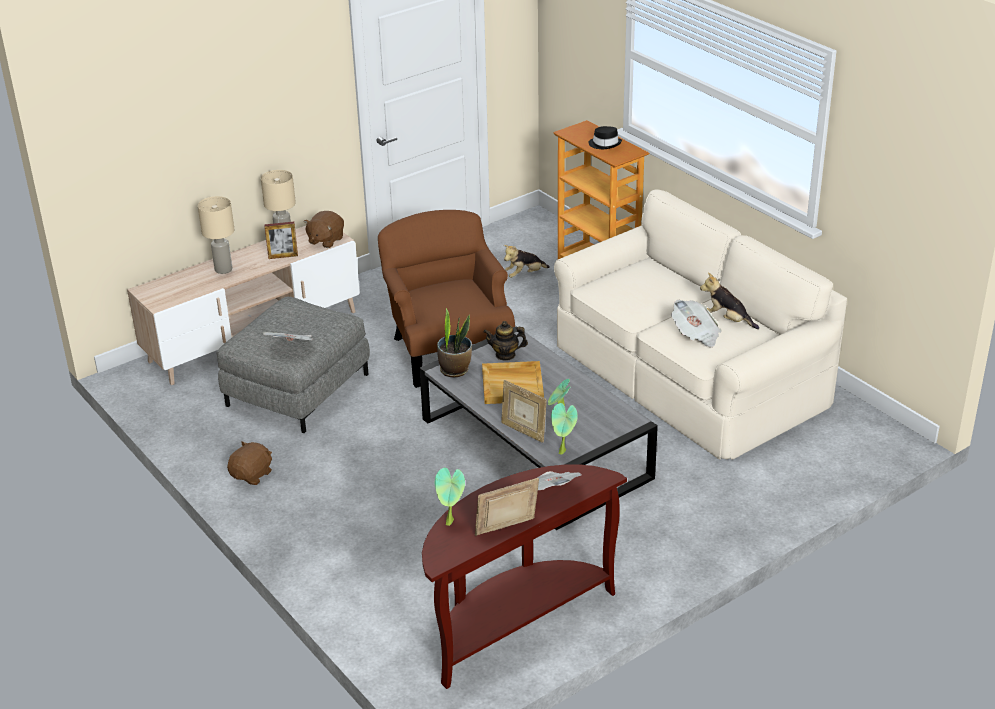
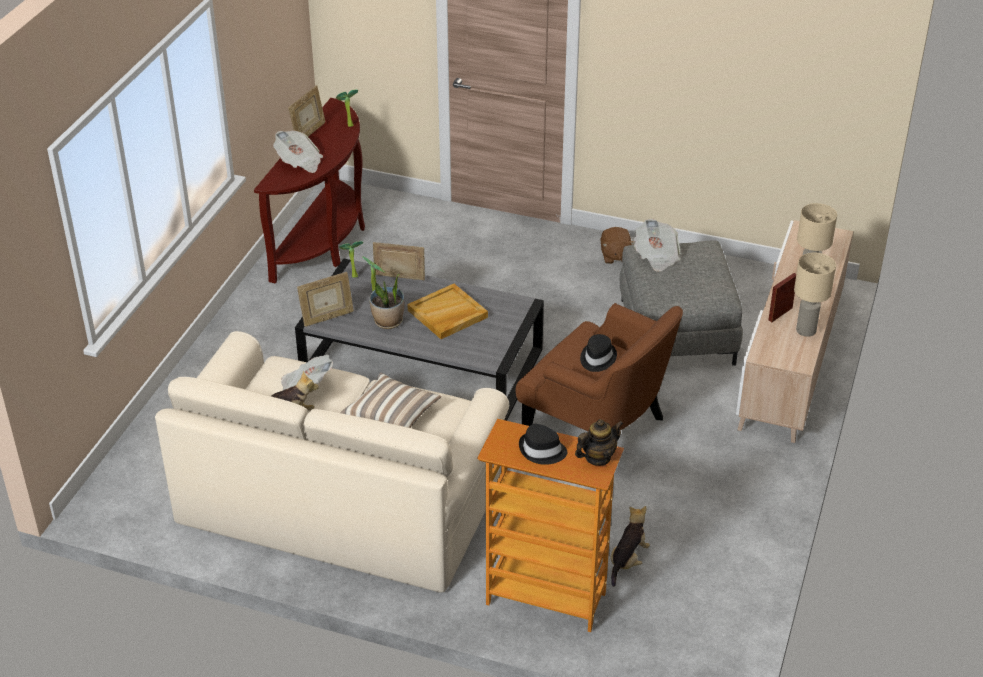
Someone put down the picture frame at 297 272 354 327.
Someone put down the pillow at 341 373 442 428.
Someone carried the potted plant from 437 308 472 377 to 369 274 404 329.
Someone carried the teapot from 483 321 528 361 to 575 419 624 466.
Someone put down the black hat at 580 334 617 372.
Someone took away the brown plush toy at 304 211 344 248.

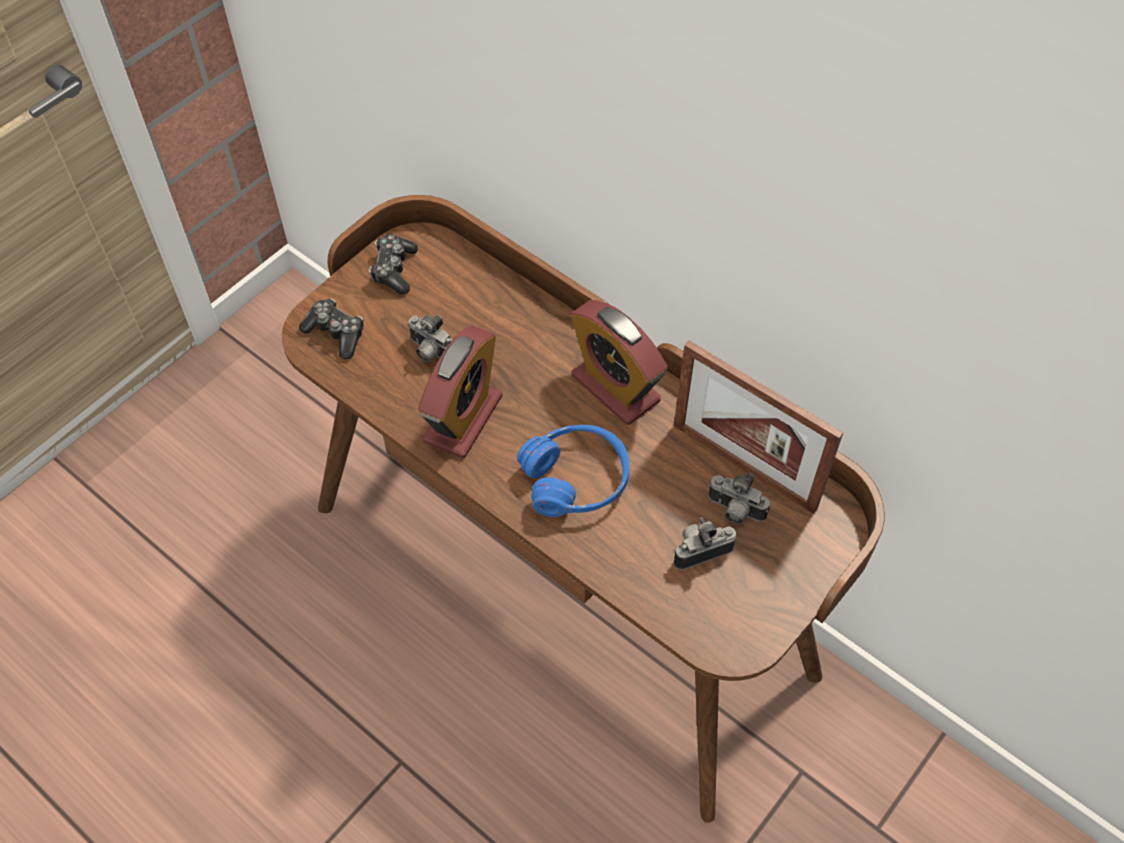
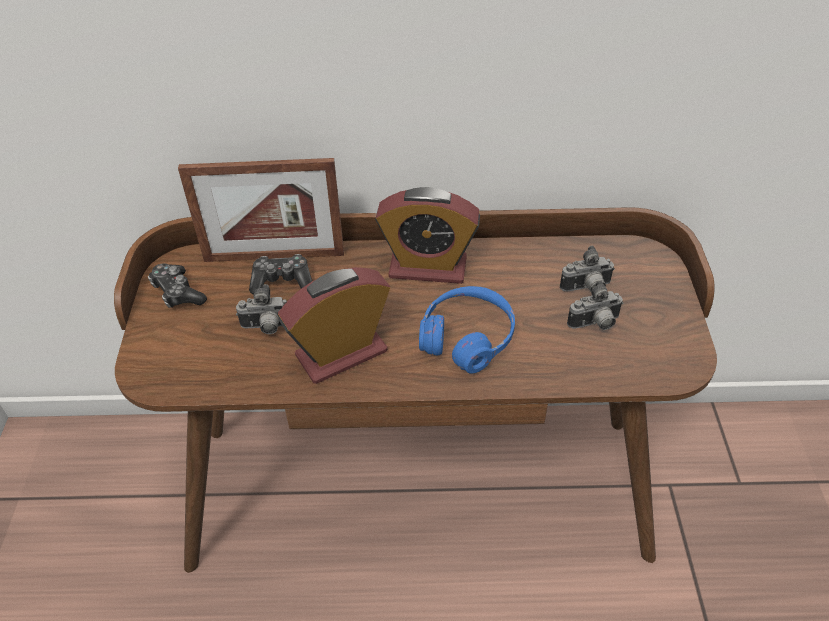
Someone carried the picture frame from 674 341 843 514 to 178 158 344 262.
Someone carried the game controller from 299 299 364 360 to 249 254 312 294.
Someone rotated the alarm clock at 418 325 502 458 by 105 degrees counterclockwise.
Someone rotated the photo camera at 674 517 736 570 by 135 degrees counterclockwise.

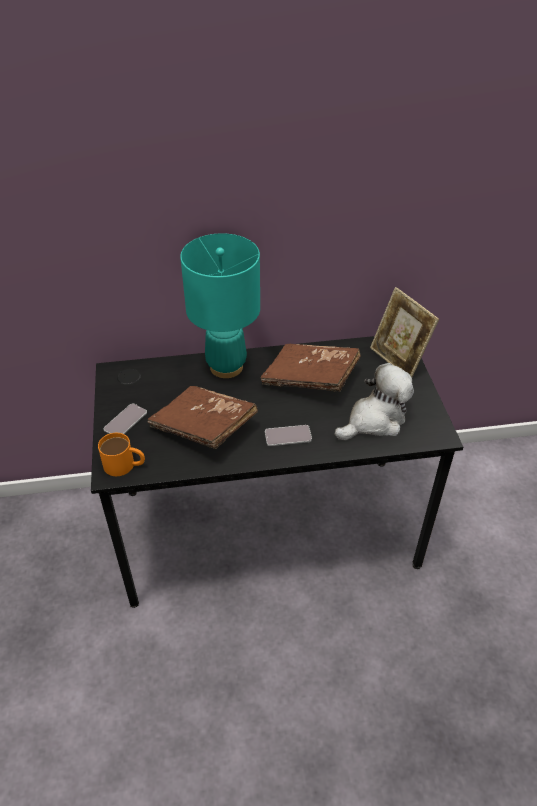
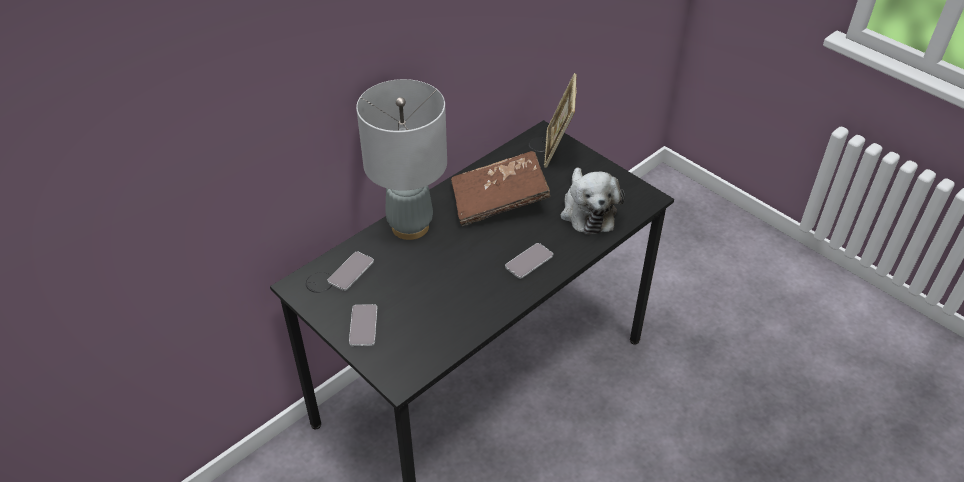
Someone put down the phone at 328 252 374 291.
Someone repainted the turquoise table lamp at 180 233 260 378, which became the grey table lamp at 356 79 447 240.
Someone rotated the picture frame at 370 287 439 377 by 75 degrees clockwise.
Someone rotated the plush toy at 334 363 414 440 by 150 degrees clockwise.
Someone took away the orange mug at 98 433 145 476.
Someone took away the brown book at 147 386 258 449.

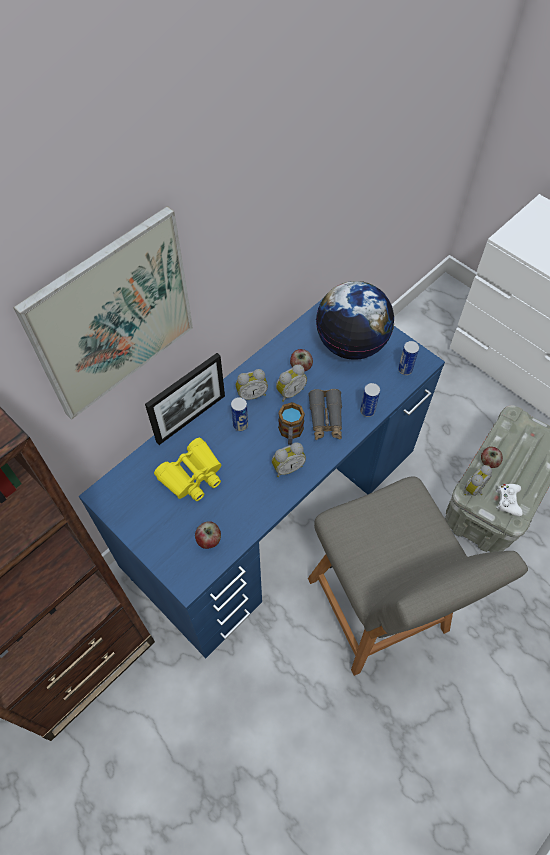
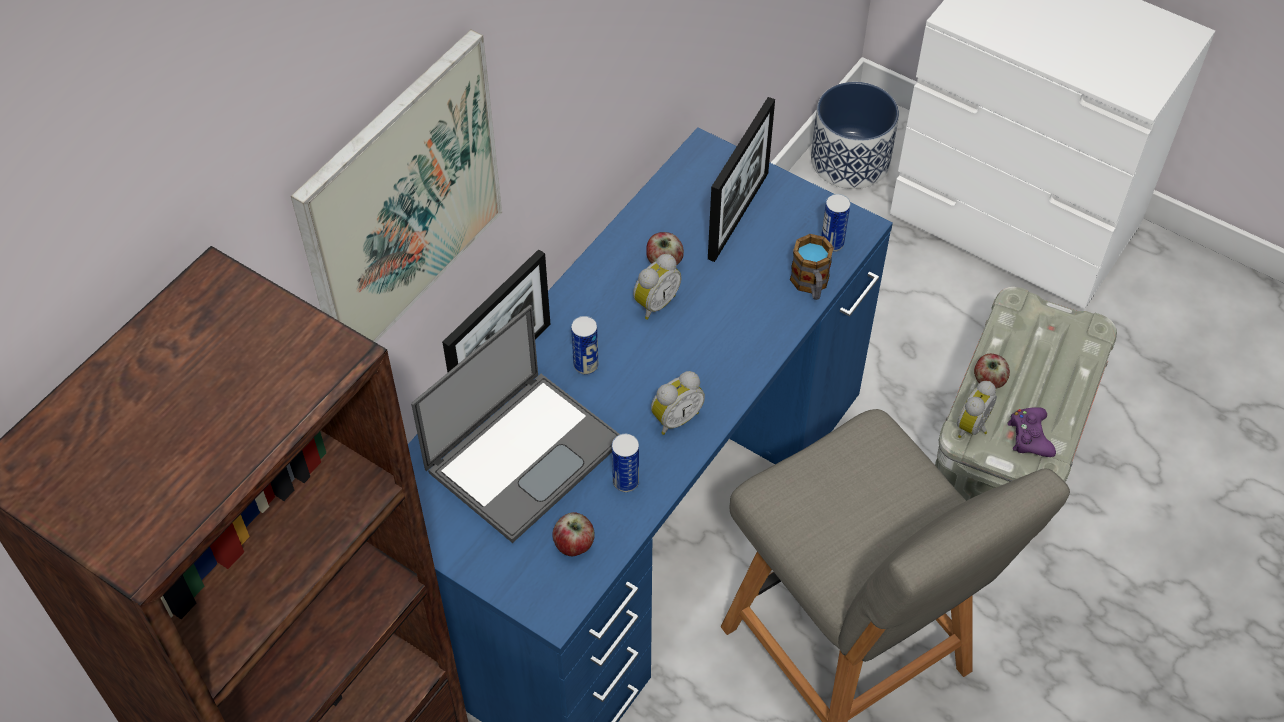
Someone swapped the yellow binoculars at 154 438 221 501 for the laptop at 411 305 620 543.
Someone carried the can from 360 383 380 417 to 612 434 639 492.
Someone swapped the globe at 316 281 394 360 for the picture frame at 708 97 775 262.
Someone carried the mug from 278 402 305 445 to 790 234 834 300.
Someone put down the planter at 811 82 899 189.
Someone repainted the white game controller at 496 484 523 516, which became the purple game controller at 1007 407 1056 457.
Someone took away the alarm clock at 236 369 268 400.
Someone took away the grey binoculars at 308 389 342 440.

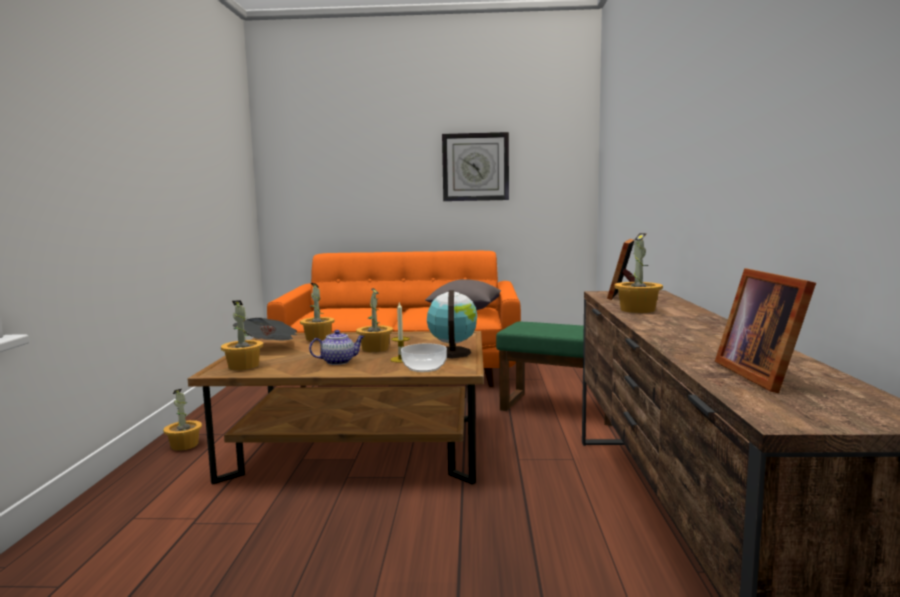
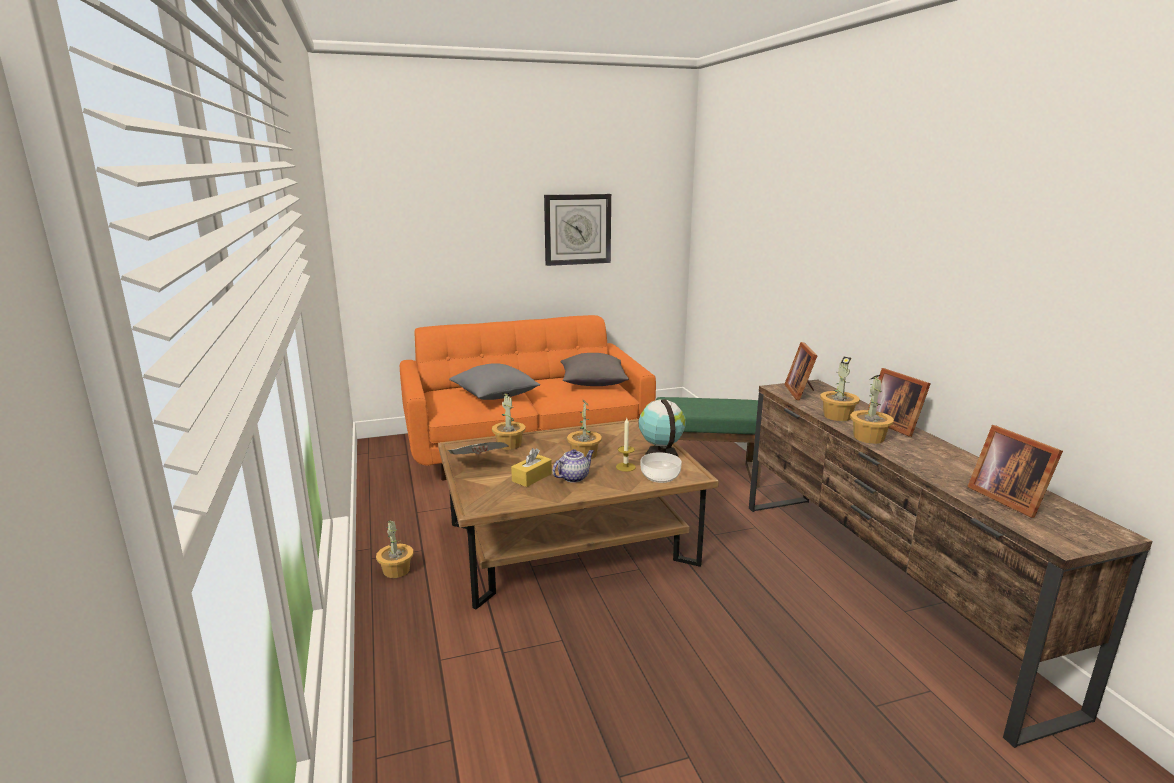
Someone put down the grey pillow at 449 363 540 400.
Someone put down the yellow tissue box at 511 448 552 487.
Someone carried the potted plant from 221 300 263 370 to 850 375 894 444.
Someone put down the picture frame at 868 368 931 437.

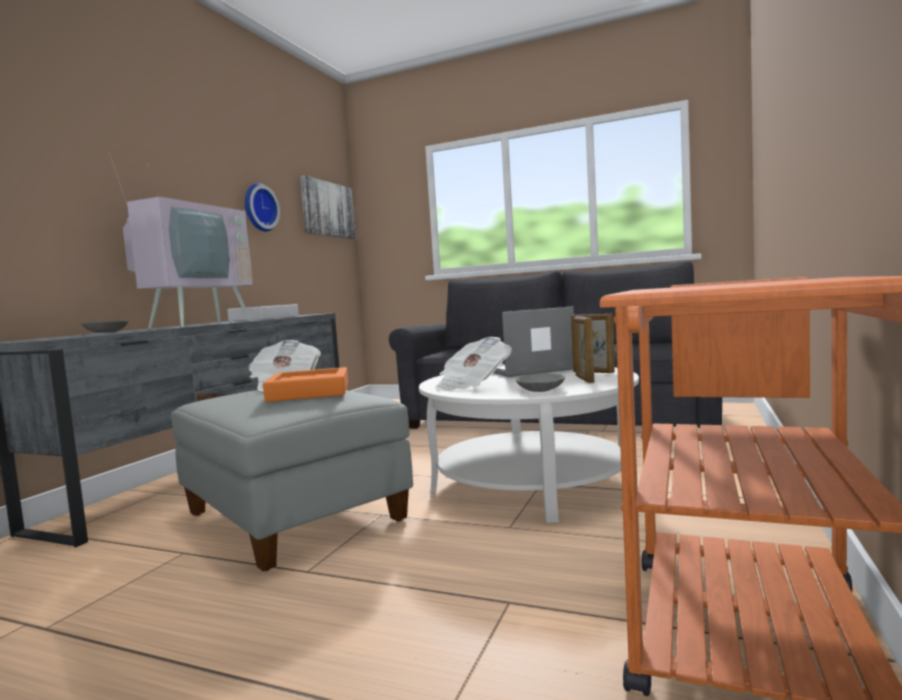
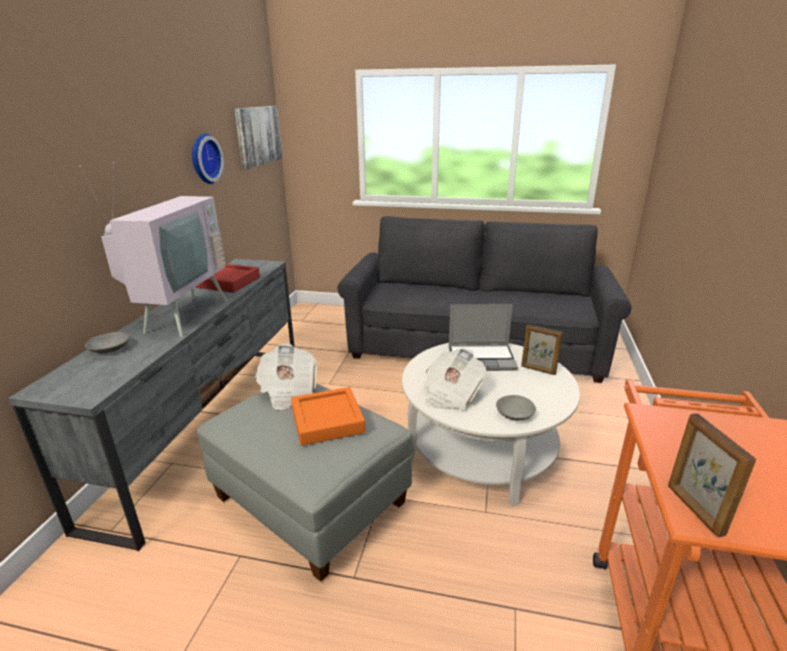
Someone repainted the grey tray at 227 304 299 321, which became the red tray at 196 264 260 293.
Someone rotated the laptop at 493 306 574 377 by 150 degrees counterclockwise.
Someone carried the picture frame from 573 316 594 383 to 668 413 756 537.

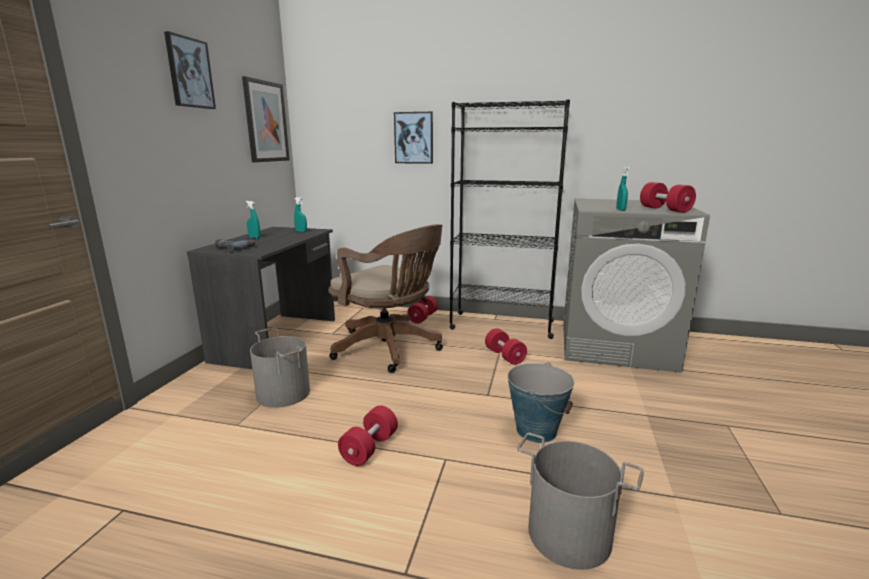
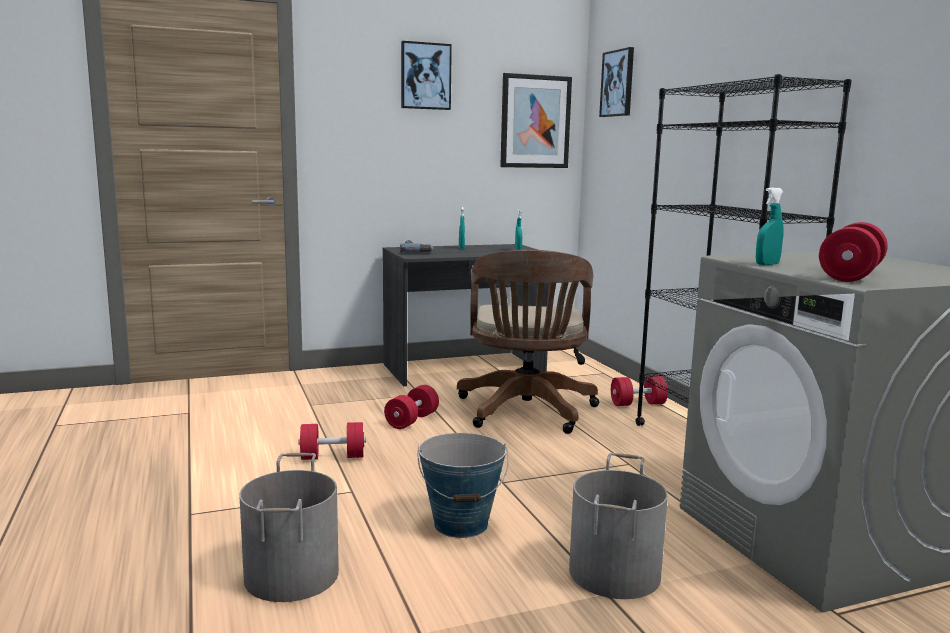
Someone carried the red dumbbell from 485 328 527 365 to 384 385 439 429.
Someone carried the grey bucket from 250 327 310 408 to 569 453 668 599.
Someone carried the picture from 394 112 433 164 to 599 47 634 117.

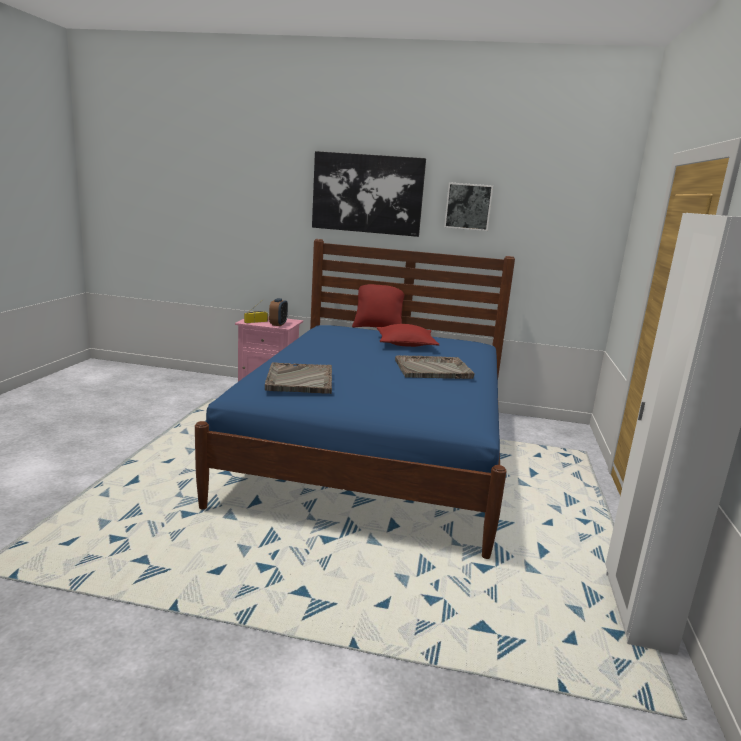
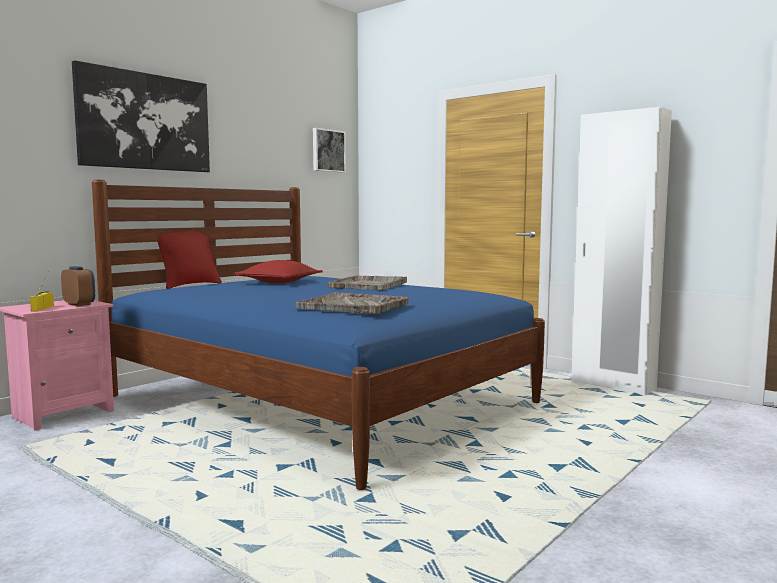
Someone carried the picture from 444 182 493 231 to 313 128 346 173.

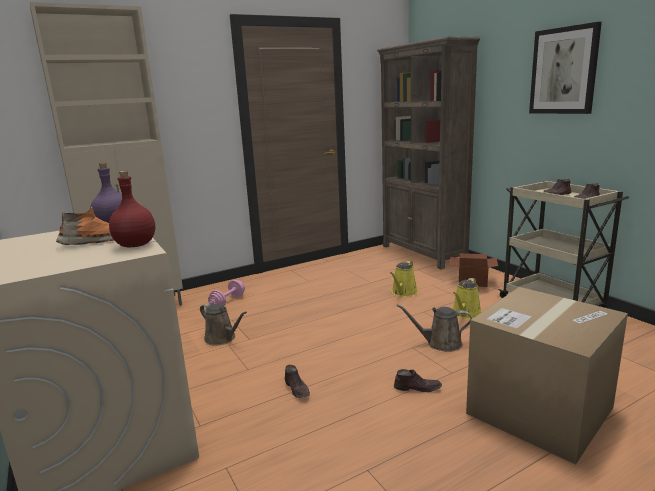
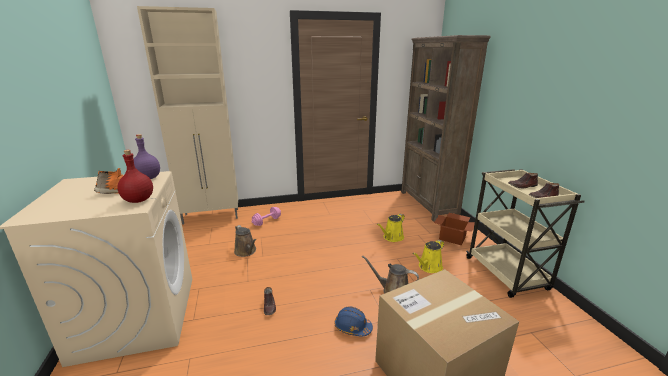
Someone swapped the brown shoe at 394 369 442 392 for the blue hard hat at 334 307 373 337.
Someone took away the picture at 529 22 602 114.

